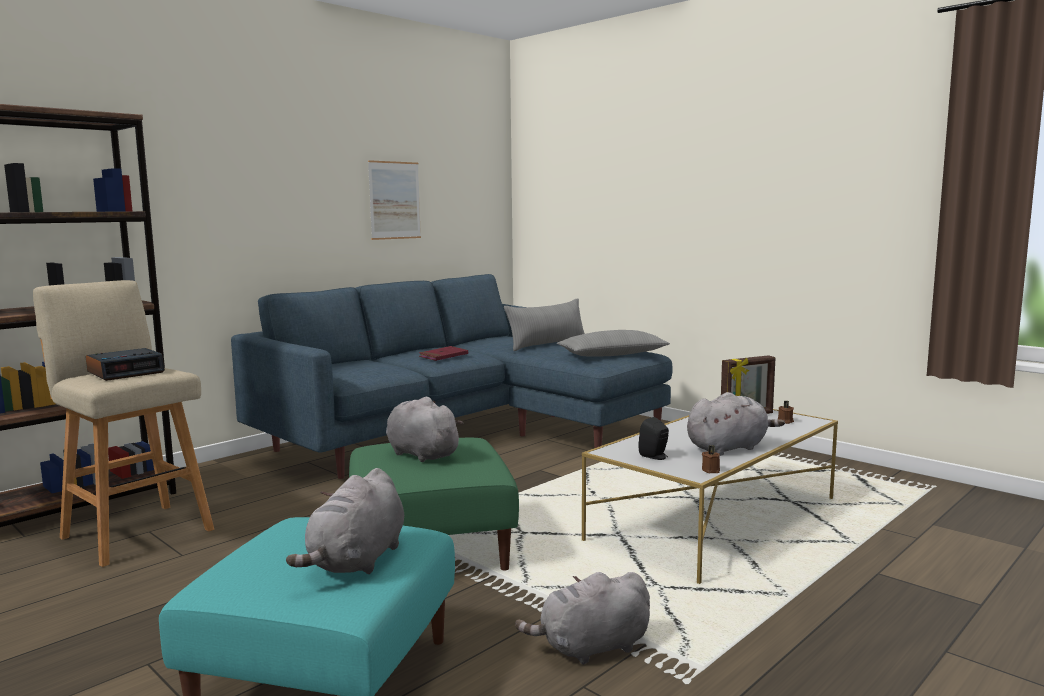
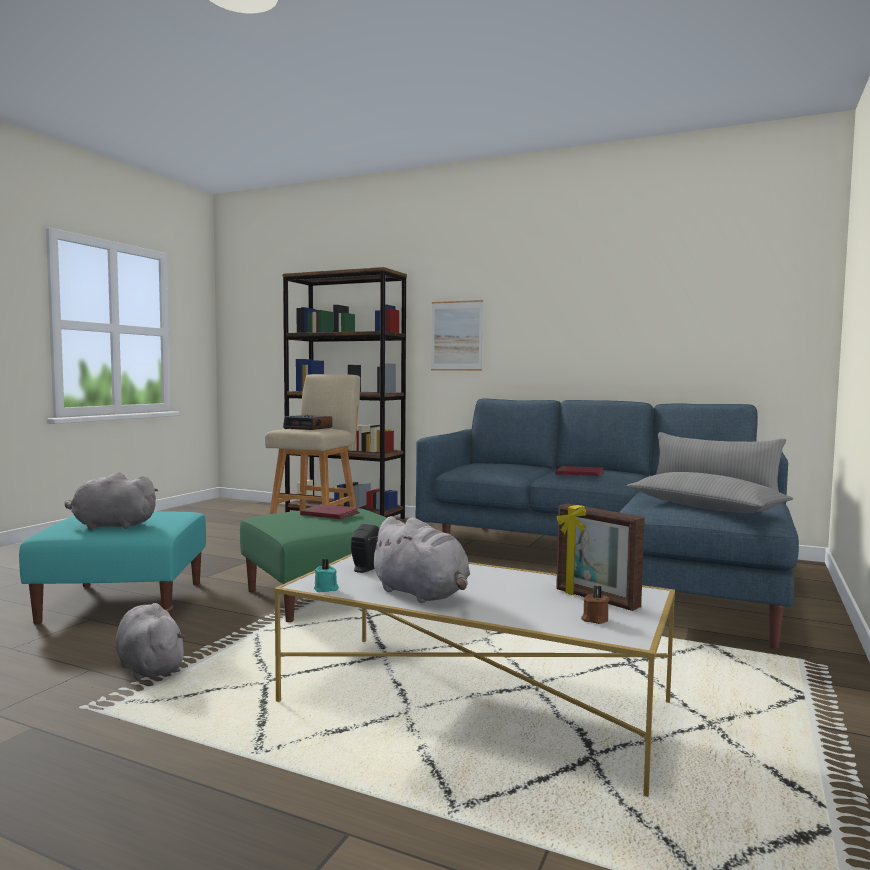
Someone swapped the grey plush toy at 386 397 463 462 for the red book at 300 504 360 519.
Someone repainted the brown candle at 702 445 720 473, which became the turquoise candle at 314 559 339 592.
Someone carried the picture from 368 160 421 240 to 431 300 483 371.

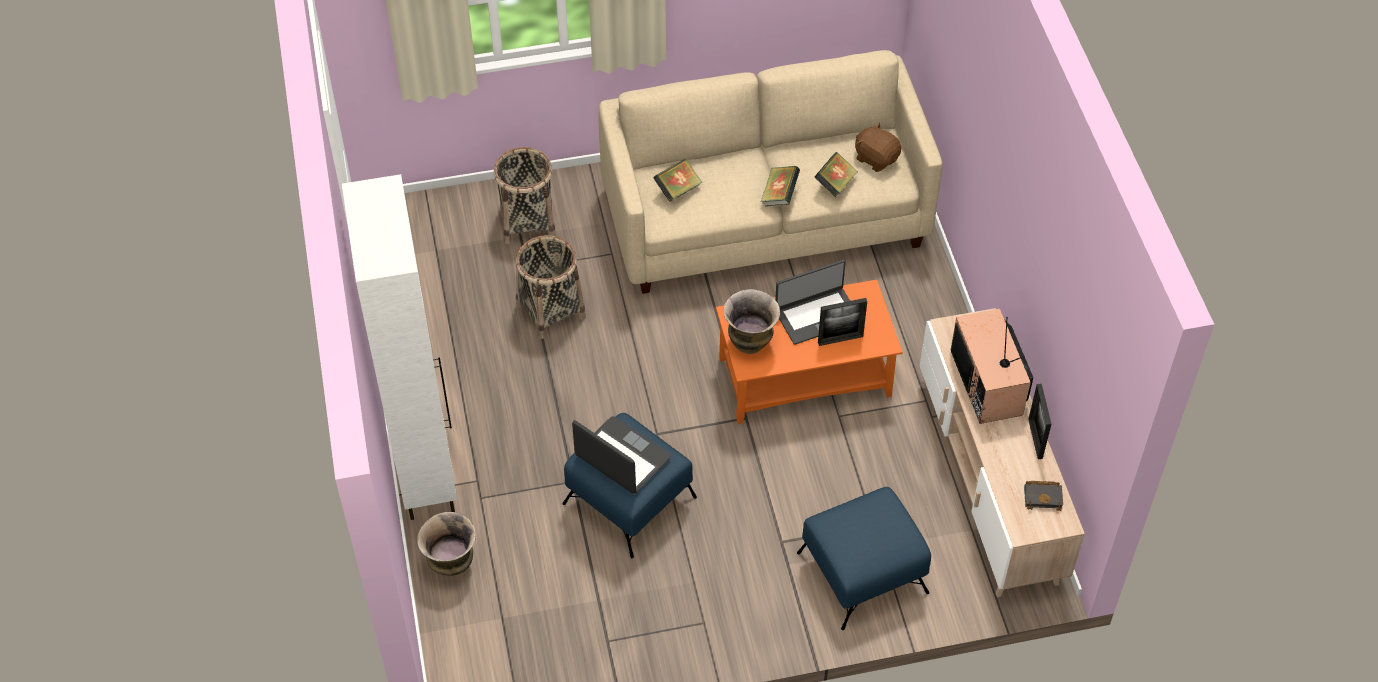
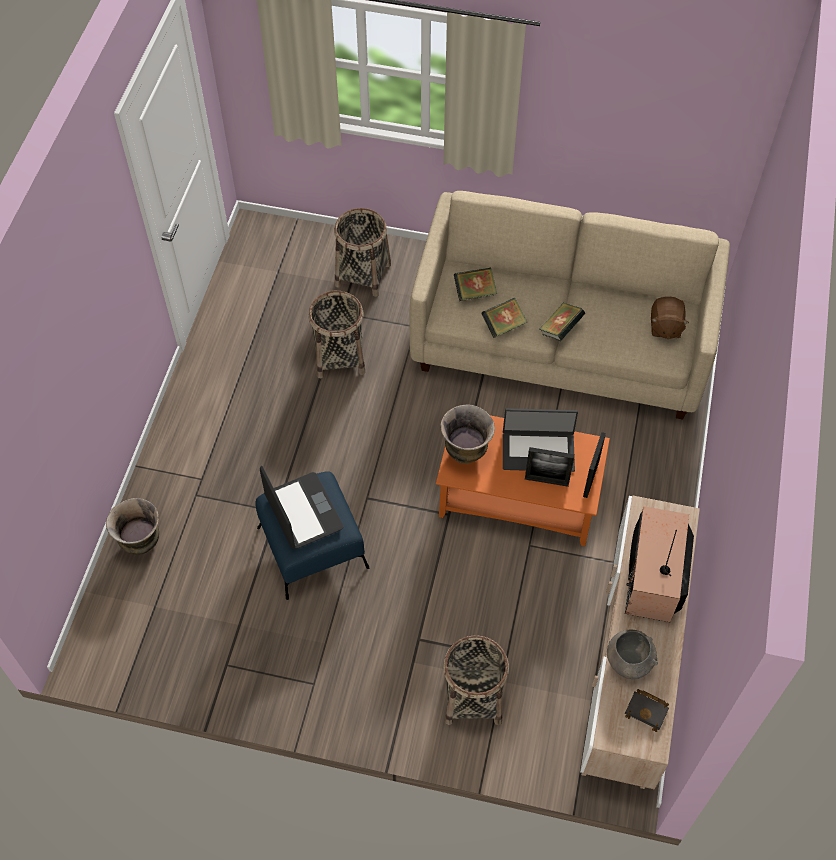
Someone swapped the blue ottoman at 797 487 931 630 for the basket at 443 635 509 725.
Someone carried the book from 815 152 858 197 to 481 298 527 338.
Someone carried the picture frame from 1028 384 1052 459 to 583 432 606 498.
Someone put down the grey bowl at 607 630 658 679.
Someone rotated the brown plush toy at 855 123 902 172 by 150 degrees counterclockwise.
Someone took away the white cabinet at 342 174 457 520.

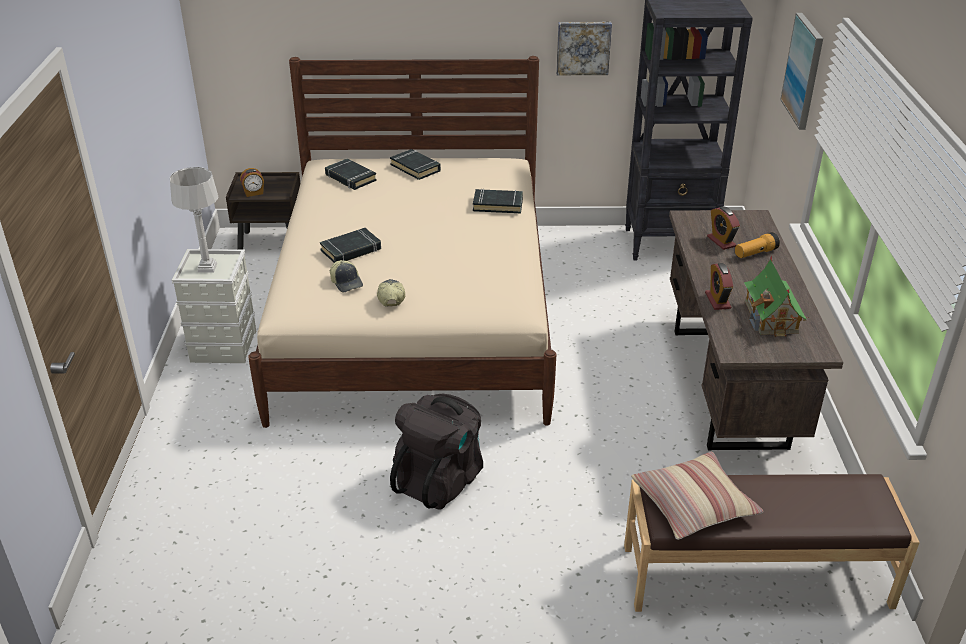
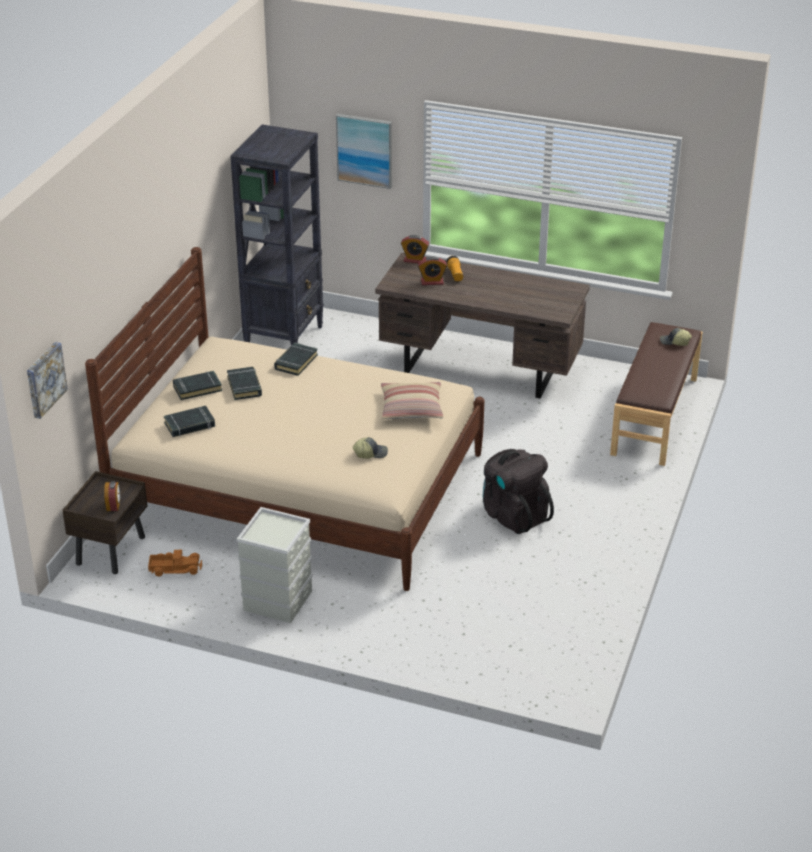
Someone carried the picture from 556 22 612 75 to 27 342 68 419.
Someone put down the toy truck at 148 550 202 576.
Someone carried the black book from 320 228 381 263 to 227 367 262 400.
Someone carried the pillow from 631 452 763 540 to 381 382 444 419.
Someone carried the alarm clock from 705 263 733 310 to 401 235 429 263.
Someone carried the cap from 377 279 405 307 to 660 328 692 346.
Someone took away the grey table lamp at 170 167 219 273.
Someone took away the toy house at 744 256 809 337.

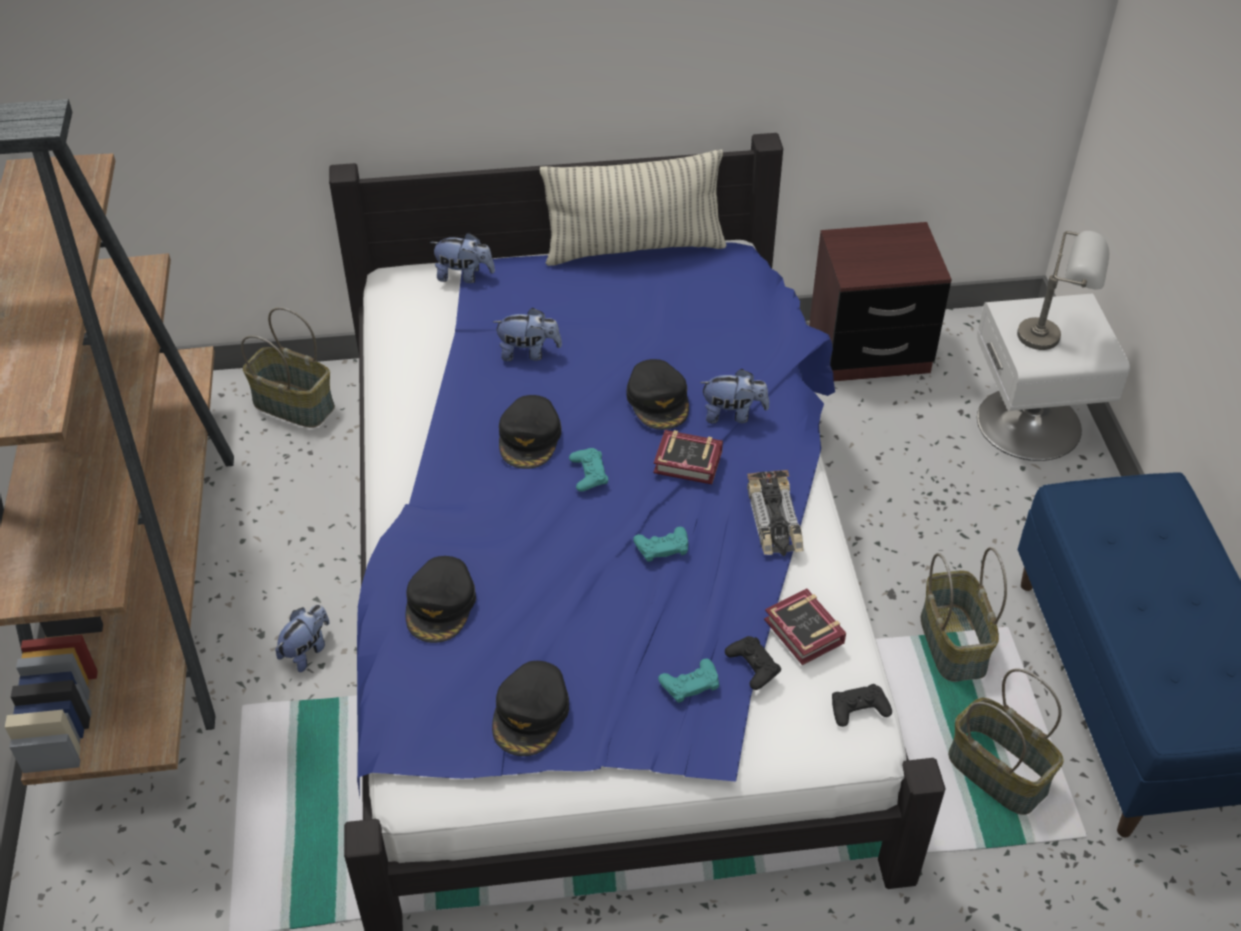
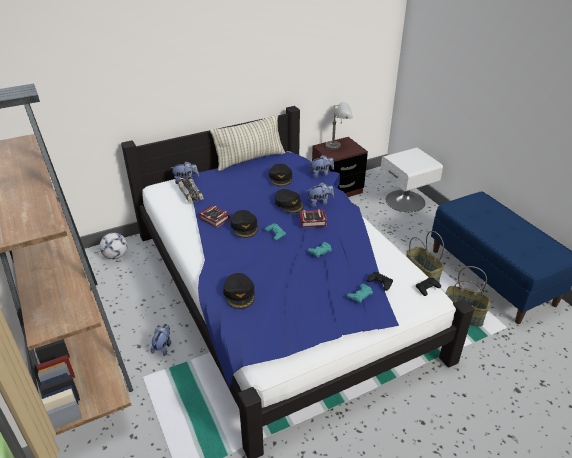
Someone swapped the basket at 241 307 335 428 for the football at 100 233 128 259.
Someone carried the toy car from 747 470 803 556 to 177 177 204 203.
Someone carried the book from 764 589 846 665 to 198 205 230 228.
Someone carried the black cap from 492 661 569 756 to 269 164 292 187.
Someone carried the plush toy from 493 308 562 361 to 309 155 334 178.
Someone carried the grey table lamp from 1017 231 1109 350 to 326 102 353 150.

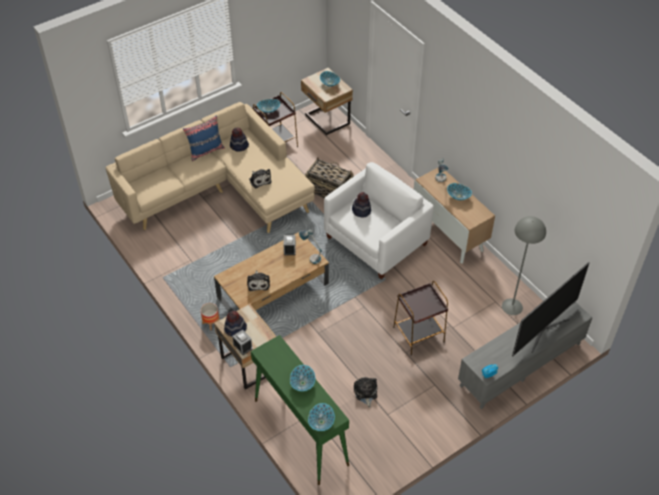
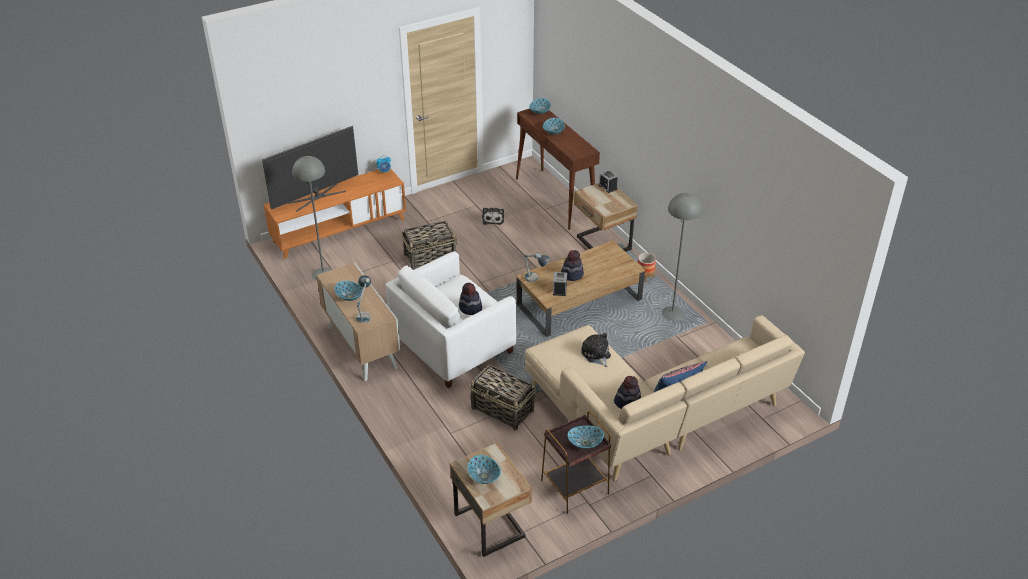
Someone repainted the grey tv stand at 458 302 593 409, which became the orange tv stand at 263 168 406 259.
Someone swapped the brown side table at 393 281 448 356 for the basket at 402 221 457 270.
Someone repainted the green console table at 251 335 349 485, which became the brown console table at 516 109 600 230.
Someone carried the hat from 224 310 247 336 to 561 250 584 281.
Someone put down the grey floor lamp at 662 193 703 320.
Someone took away the plush toy at 247 271 270 291.

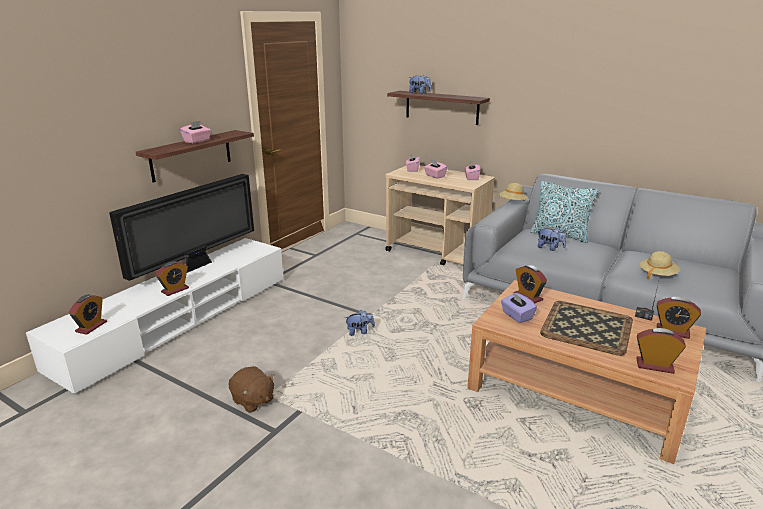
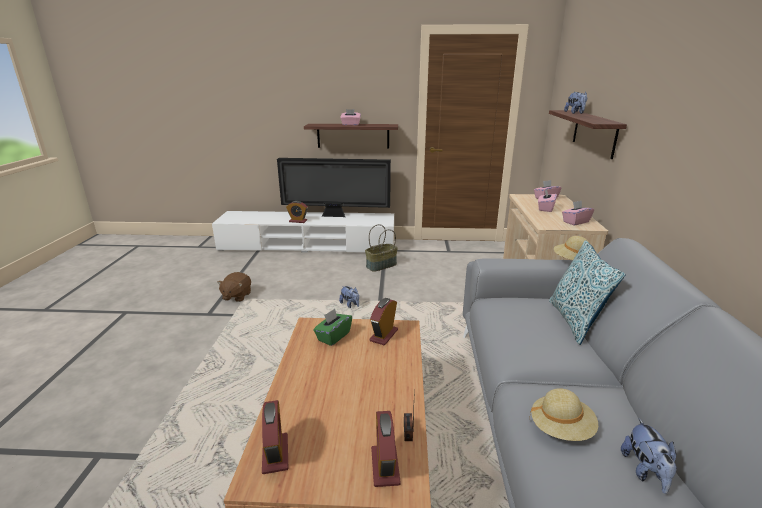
Someone repainted the purple tissue box at 501 292 537 323, which became the green tissue box at 313 309 352 346.
Someone put down the basket at 365 224 398 272.
Someone carried the plush toy from 537 228 566 251 to 621 418 677 494.
Someone took away the alarm clock at 69 294 107 335.
Someone took away the tray at 540 301 633 356.

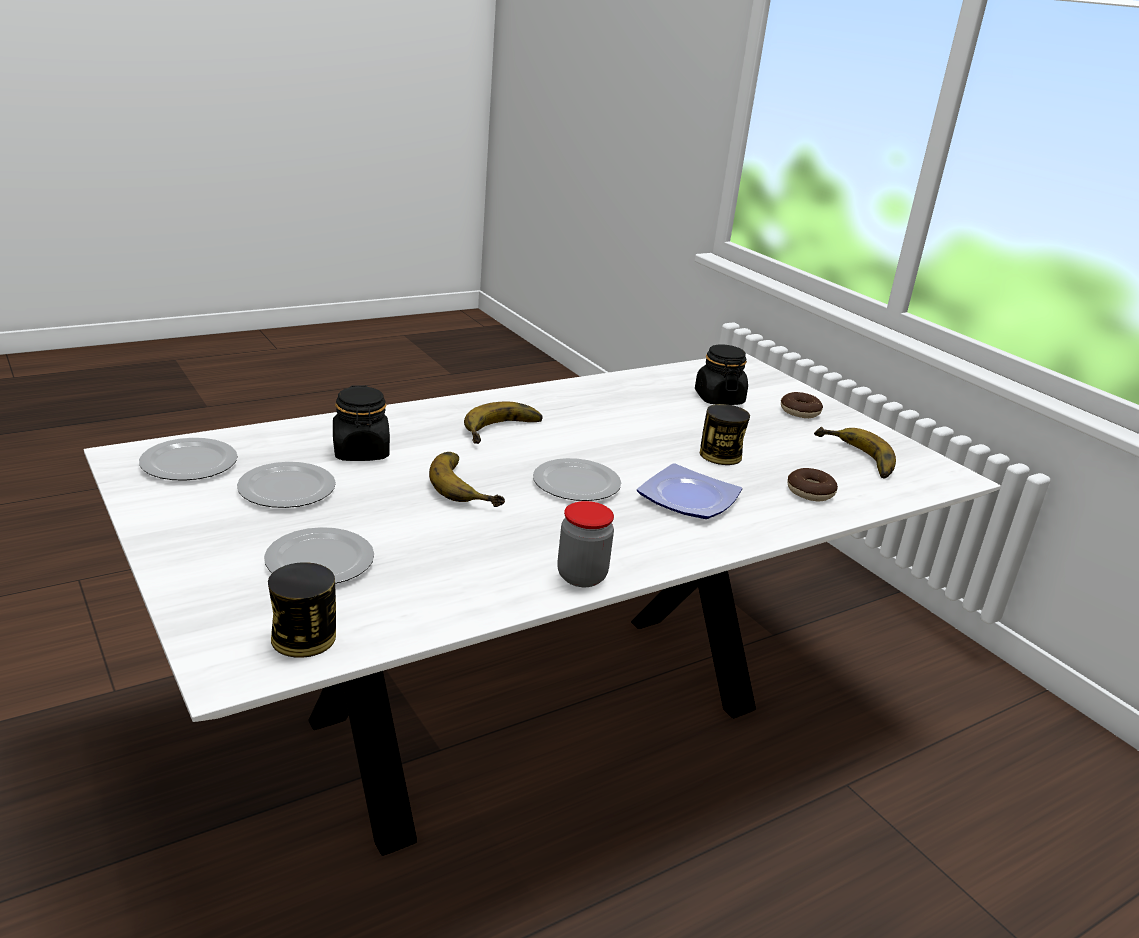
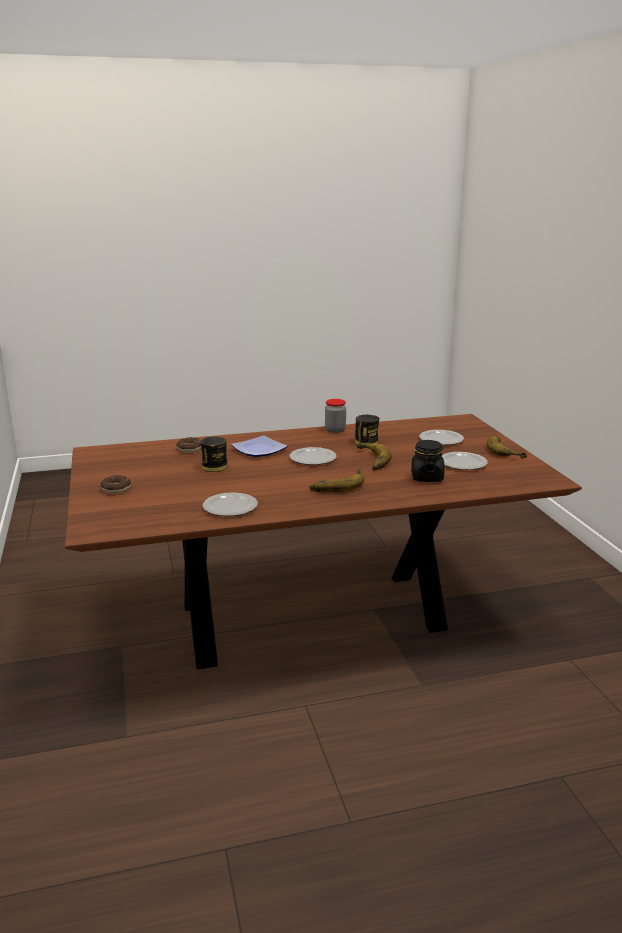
Someone repainted the white dining table at 83 353 1001 856, which became the brown dining table at 65 414 582 669.
Someone carried the plate from 139 438 238 481 to 203 493 258 516.
Someone carried the can from 268 562 336 658 to 355 415 379 446.
Someone carried the banana from 814 427 896 479 to 487 436 527 459.
Someone took away the black jar at 695 344 748 405.

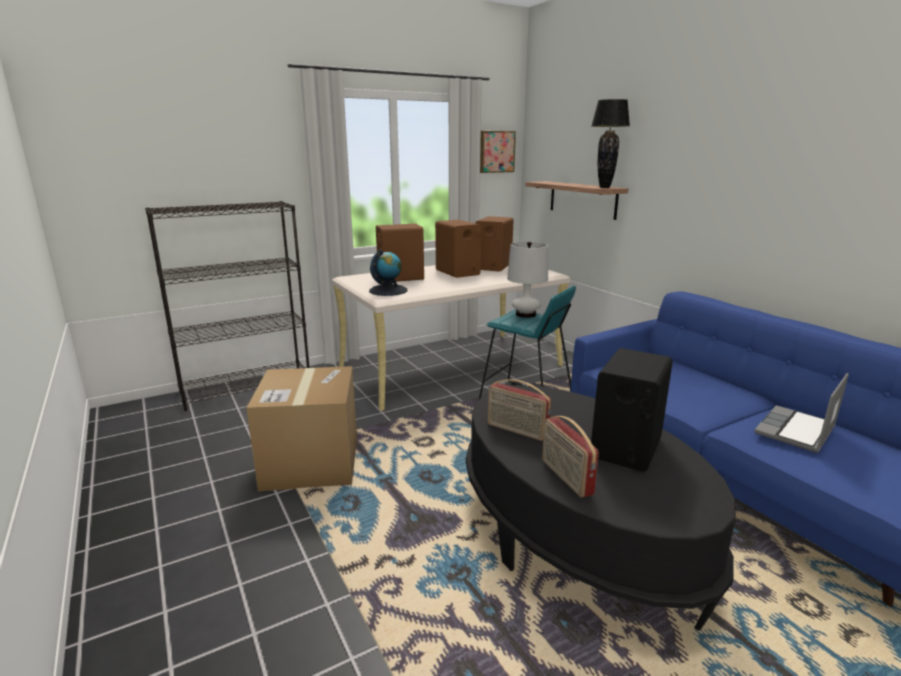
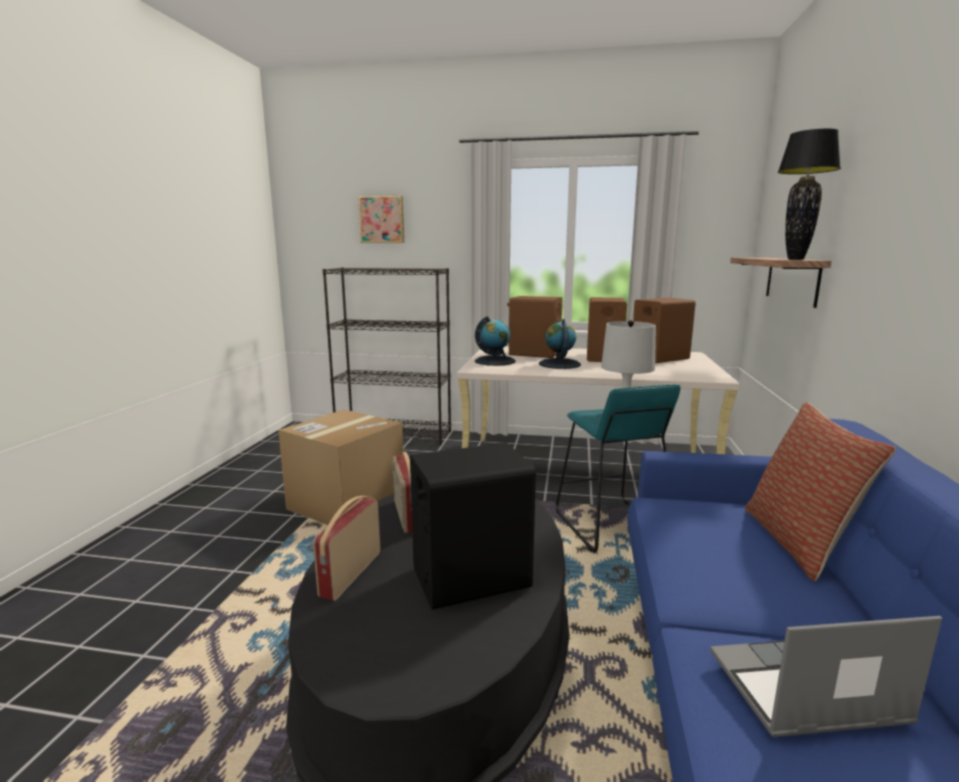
Someone carried the picture from 480 131 516 173 to 358 196 404 243.
Someone put down the globe at 539 319 581 369.
Someone put down the pillow at 745 402 896 581.

